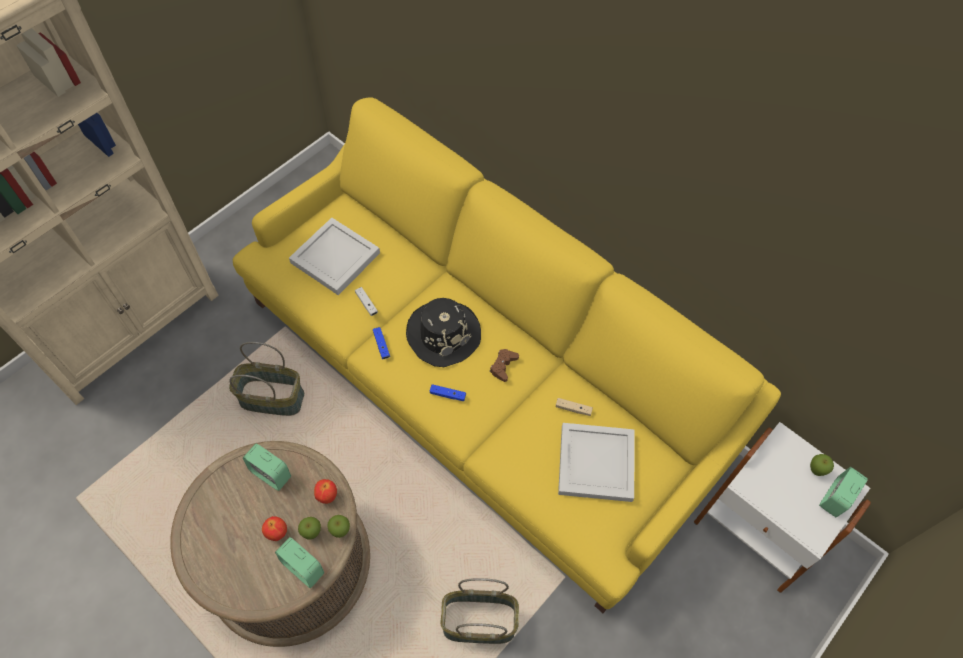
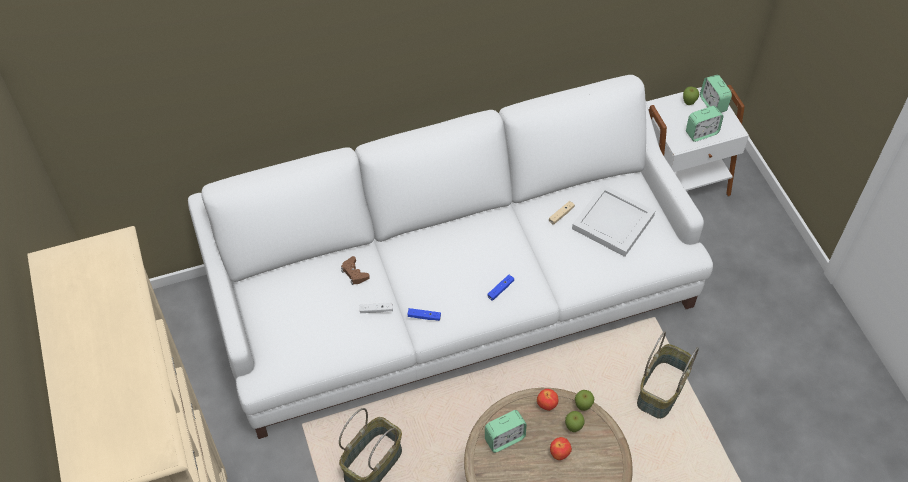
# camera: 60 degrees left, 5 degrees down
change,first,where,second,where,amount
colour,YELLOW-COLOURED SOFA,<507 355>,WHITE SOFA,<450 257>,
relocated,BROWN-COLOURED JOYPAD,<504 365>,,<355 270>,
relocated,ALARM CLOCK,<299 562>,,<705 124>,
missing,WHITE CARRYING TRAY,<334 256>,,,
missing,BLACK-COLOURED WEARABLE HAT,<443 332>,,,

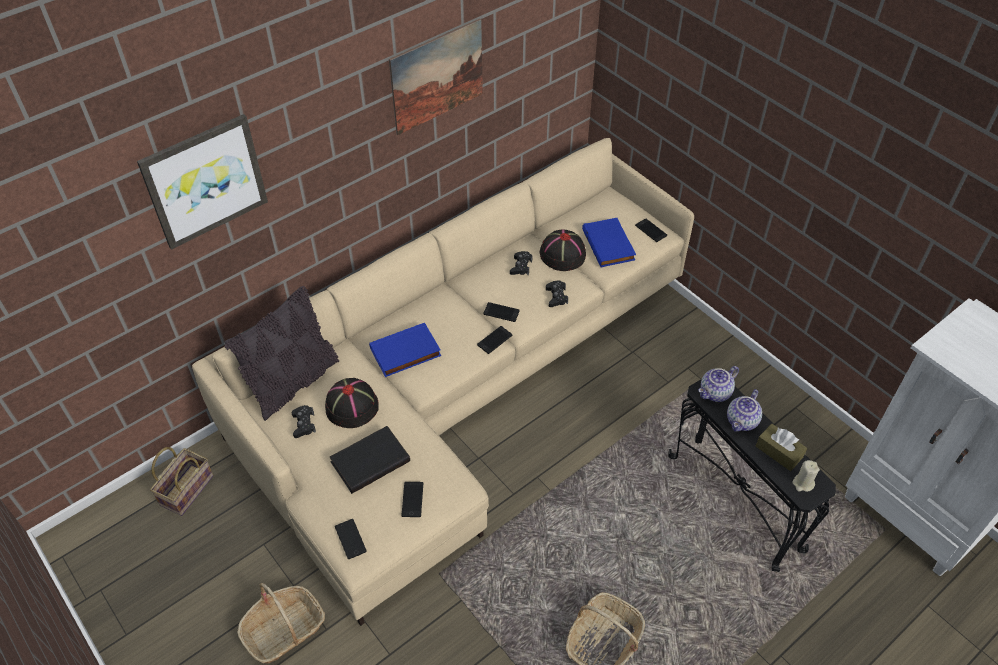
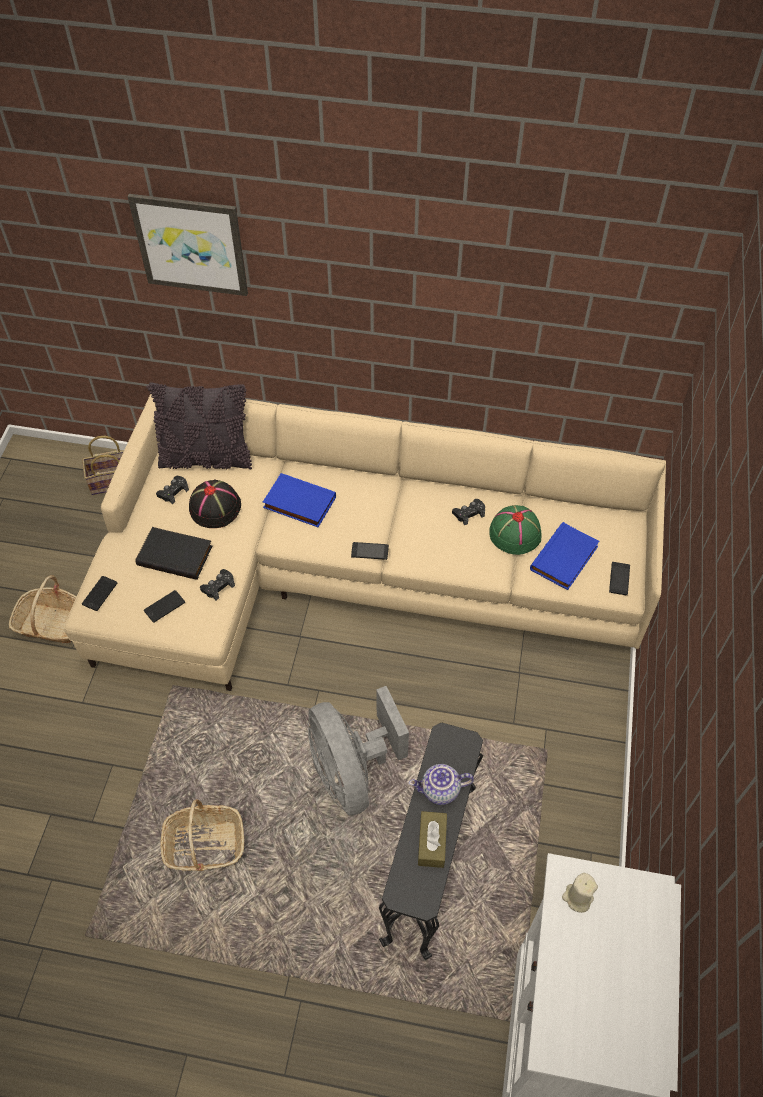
# camera: 50 degrees right, 5 degrees up
change,first,where,second,where,amount
relocated,BLACK-COLOURED JOYPAD,<557 293>,,<217 584>,
appeared,,,GREY ELECTRIC FAN,<358 750>,
colour,BLACK-COLOURED WEARABLE HAT,<563 250>,GREEN-COLOURED WEARABLE HAT,<516 530>,
relocated,BEIGE WAX LIGHT,<806 476>,,<580 893>,
missing,WALL ART,<436 77>,,,
missing,PHONE,<501 312>,,,
missing,TEA POT,<718 384>,,,

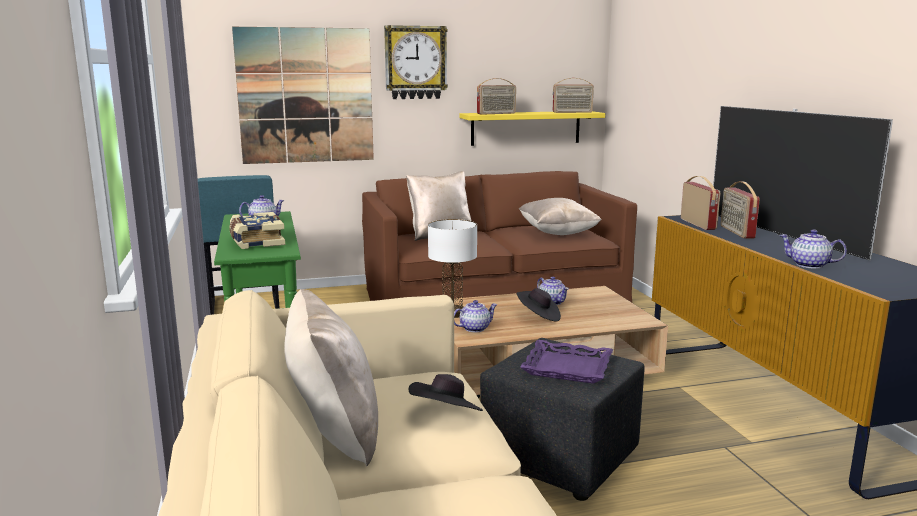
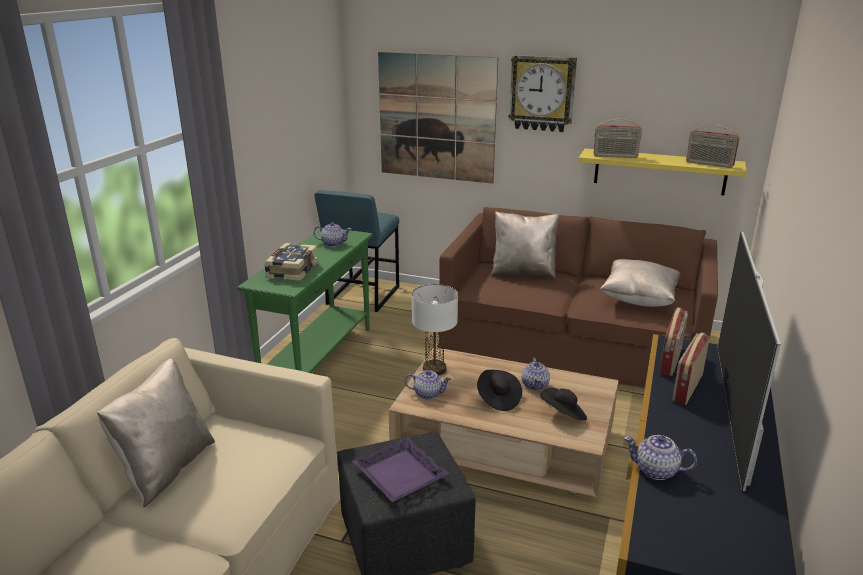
# camera: 35 degrees right, 10 degrees up
change,first,where,second,where,amount
relocated,BLACK-COLOURED WEARABLE HAT,<445 392>,,<563 404>,
spun,TEA POT,<813 249>,,<660 457>,45 degrees counterclockwise

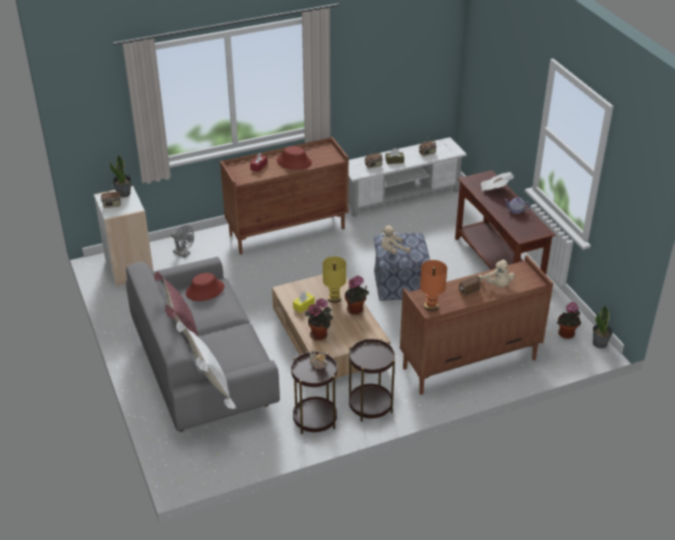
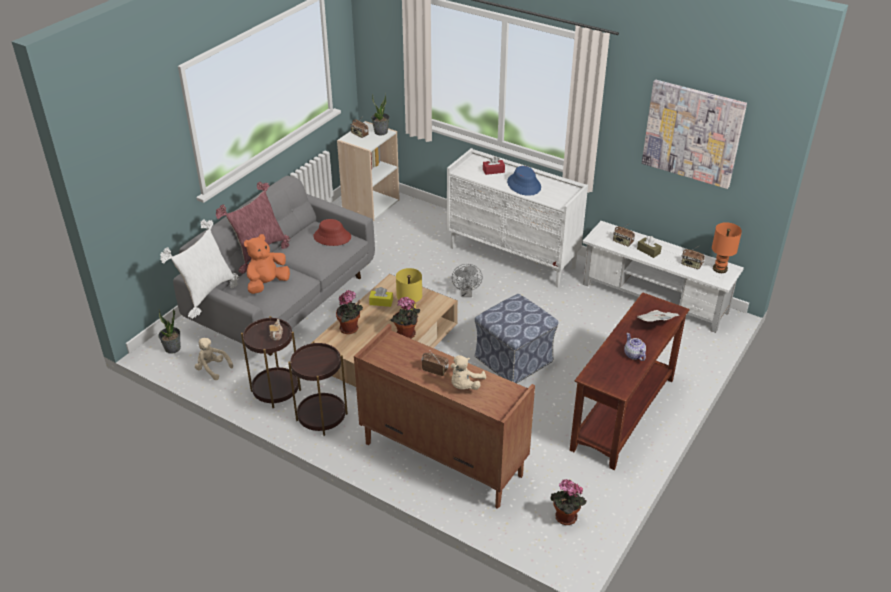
# camera: 55 degrees right, 0 degrees up
change,first,where,second,where,amount
relocated,POTTED PLANT,<603 326>,,<169 331>,
relocated,BEIGE SOFT TOY,<396 239>,,<214 359>,
appeared,,,ORANGE-COLOURED SOFT TOY,<267 264>,
colour,BROWN-COLOURED CABINET,<284 196>,WHITE CABINET,<517 218>,
relocated,GREY ELECTRIC FAN,<182 241>,,<467 280>,
colour,RED-COLOURED WEARABLE HAT,<294 158>,BLUE-COLOURED WEARABLE HAT,<524 181>,
appeared,,,WALL ART,<694 134>,
relocated,ORANGE-COLOURED TABLETOP LAMP,<433 285>,,<727 247>,

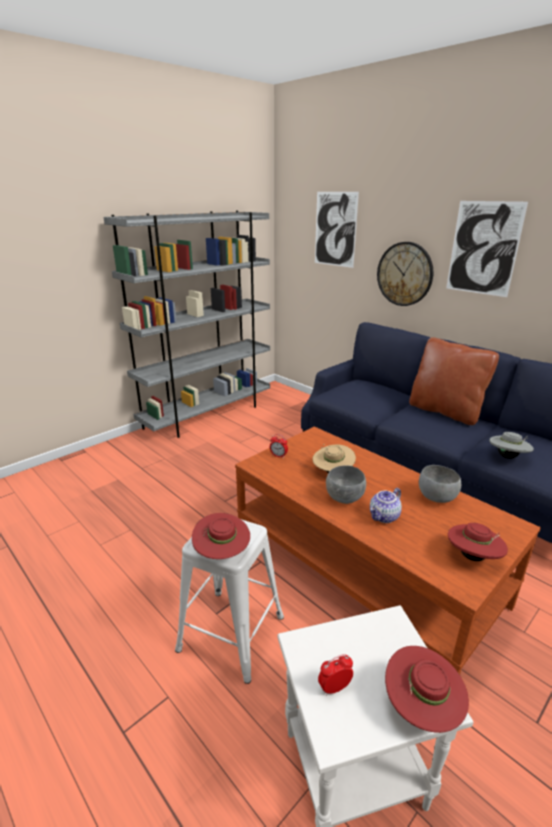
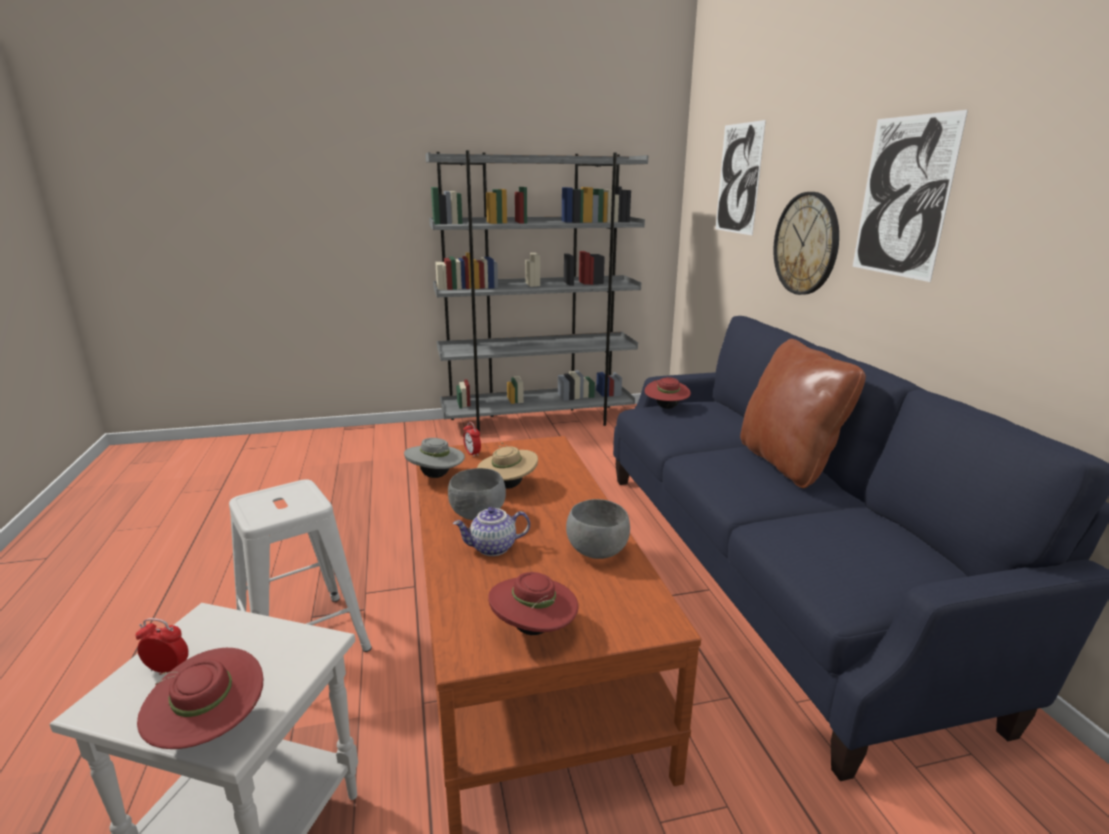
# camera: 30 degrees right, 5 degrees down
change,first,where,second,where,amount
relocated,GREY WEARABLE HAT,<511 445>,,<434 458>,
relocated,RED-COLOURED WEARABLE HAT,<221 536>,,<668 393>,

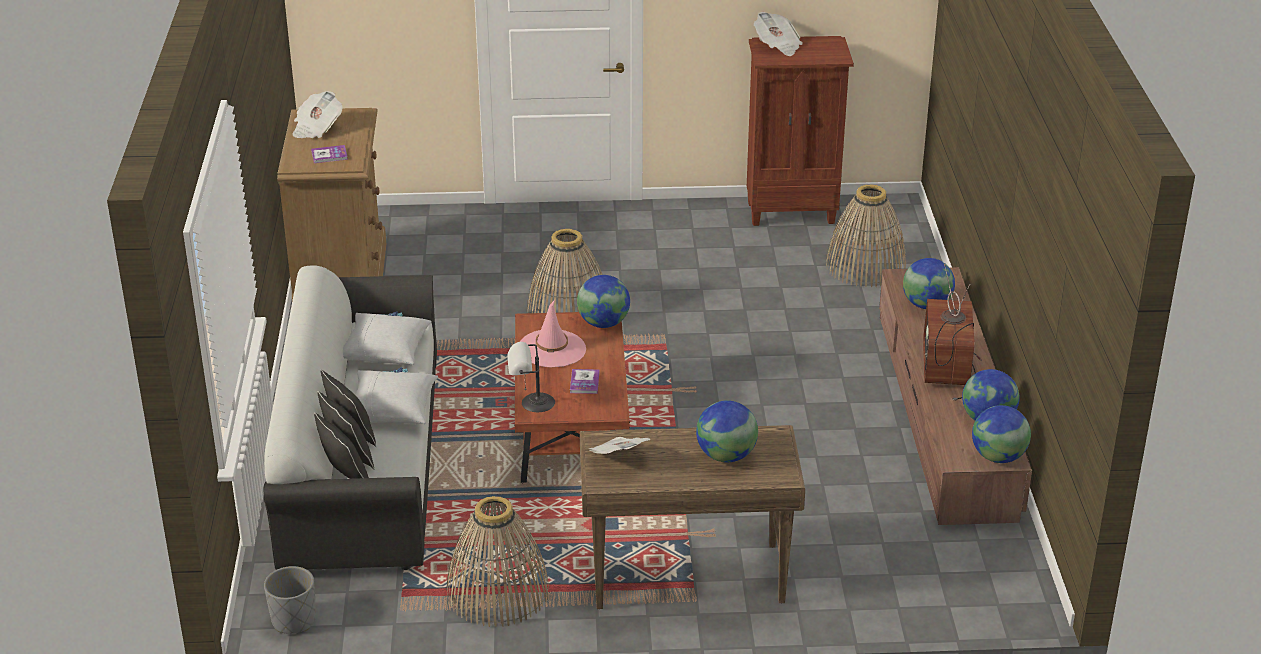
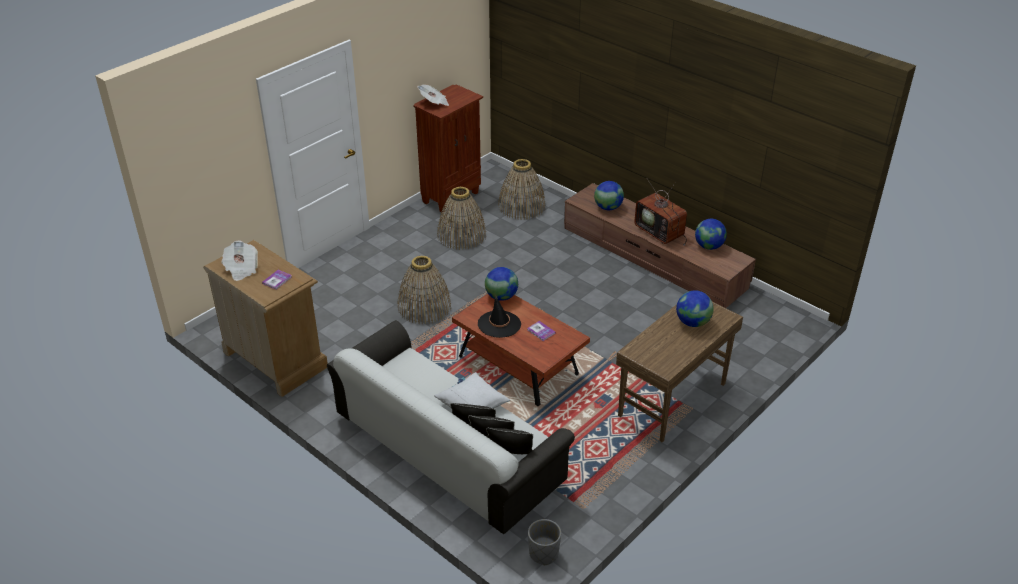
# camera: 45 degrees left, 5 degrees up
change,first,where,second,where,amount
relocated,HOUSEHOLD BASKET,<498 561>,,<461 218>,
colour,PINKISH WEARABLE HAT,<553 334>,BLACK-COLOURED WEARABLE HAT,<499 316>,
missing,GREY THROW PILLOW,<387 338>,,,
missing,TABLETOP LAMP,<531 377>,,,
missing,DAILY PAPER,<619 445>,,,
missing,DESK GLOBE,<1001 434>,,,

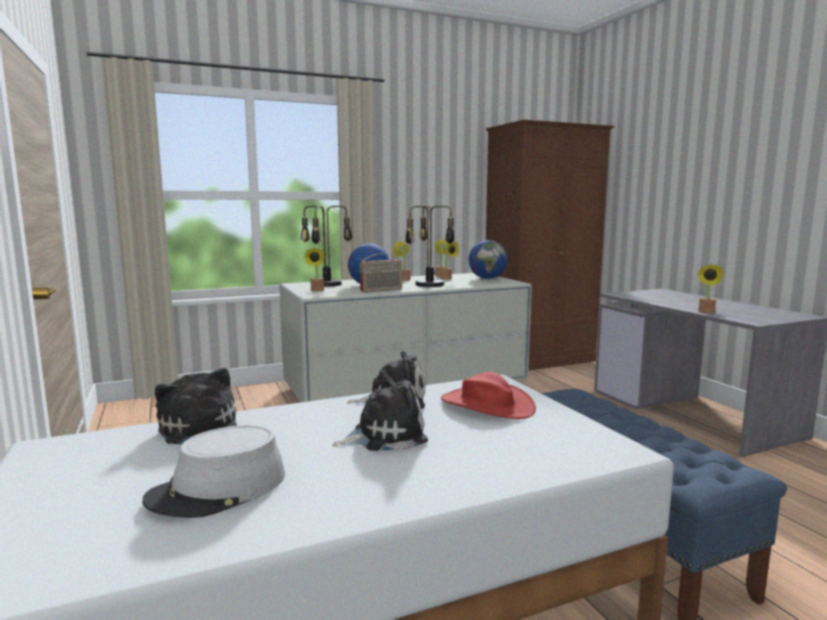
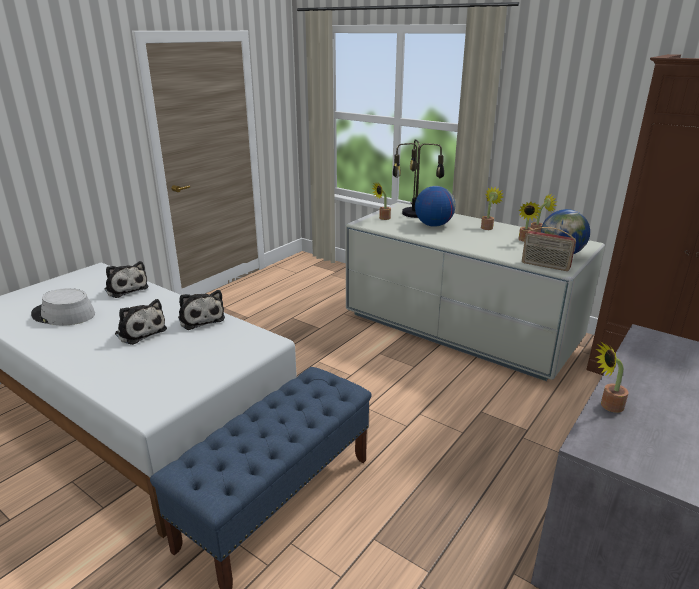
# camera: 60 degrees right, 15 degrees up
change,first,where,second,where,amount
spun,SOFT TOY,<196 406>,,<126 279>,105 degrees clockwise
relocated,RADIO RECEIVER,<381 273>,,<549 249>,
missing,TABLETOP LAMP,<430 246>,,,
missing,RED-COLOURED WEARABLE HAT,<488 395>,,,

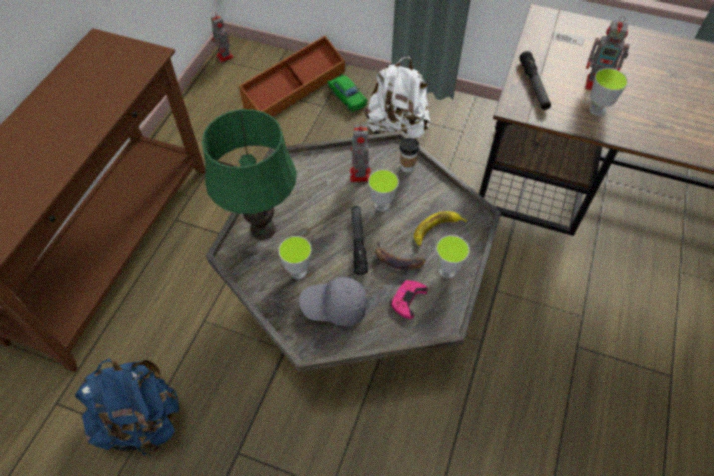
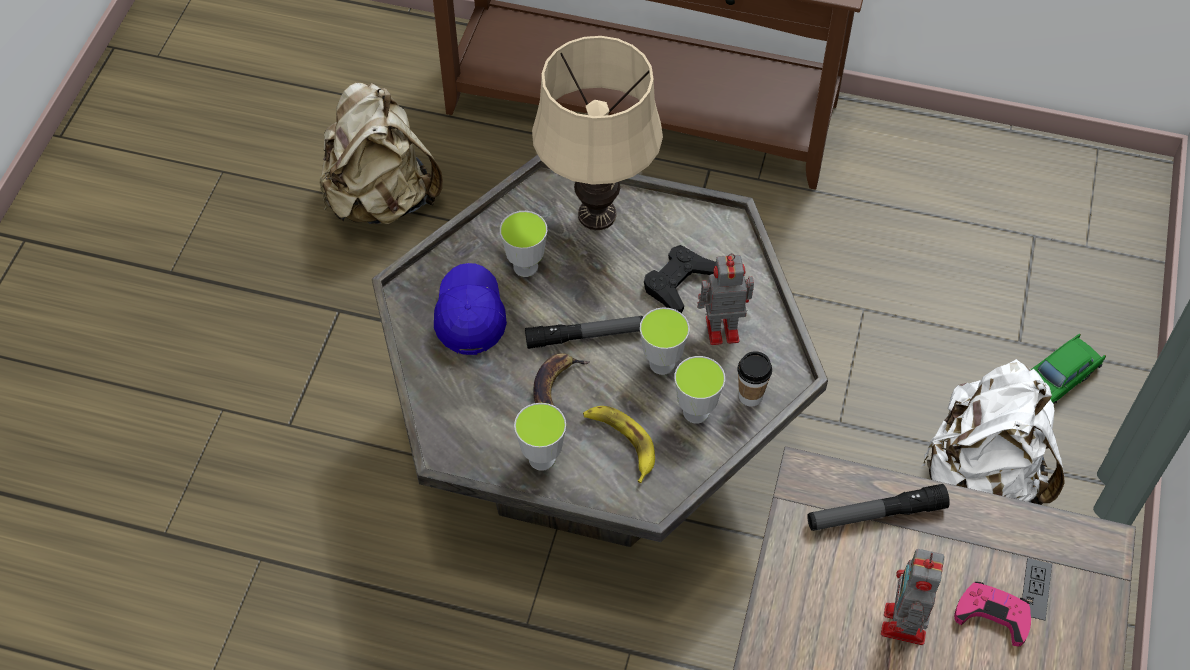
# camera: 85 degrees right, 0 degrees up
change,first,where,second,where,amount
colour,BLUE-COLOURED RUCKSACK,<127 407>,BEIGE RUCKSACK,<381 153>,
colour,GREY PEAKED CAP,<333 301>,BLUE-COLOURED PEAKED CAP,<470 309>,
colour,GREEN-COLOURED TABLETOP LAMP,<249 174>,BEIGE TABLETOP LAMP,<597 133>,
appeared,,,BLACK-COLOURED JOYPAD,<680 279>,
relocated,SMALL CUP,<608 92>,,<699 390>,
relocated,PINKISH JOYPAD,<409 299>,,<992 614>,
missing,TOY ROBOT,<222 37>,,,
missing,BROWN-COLOURED STORAGE BIN,<292 76>,,,

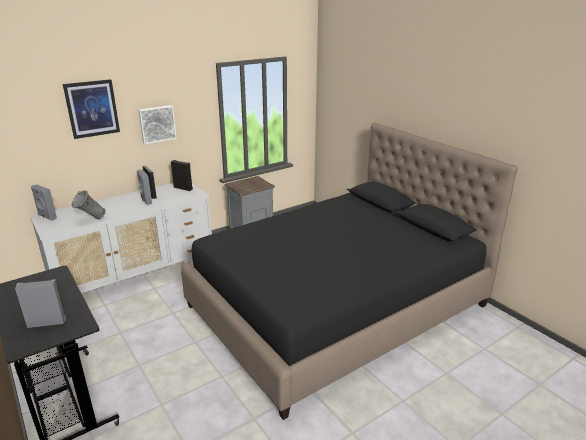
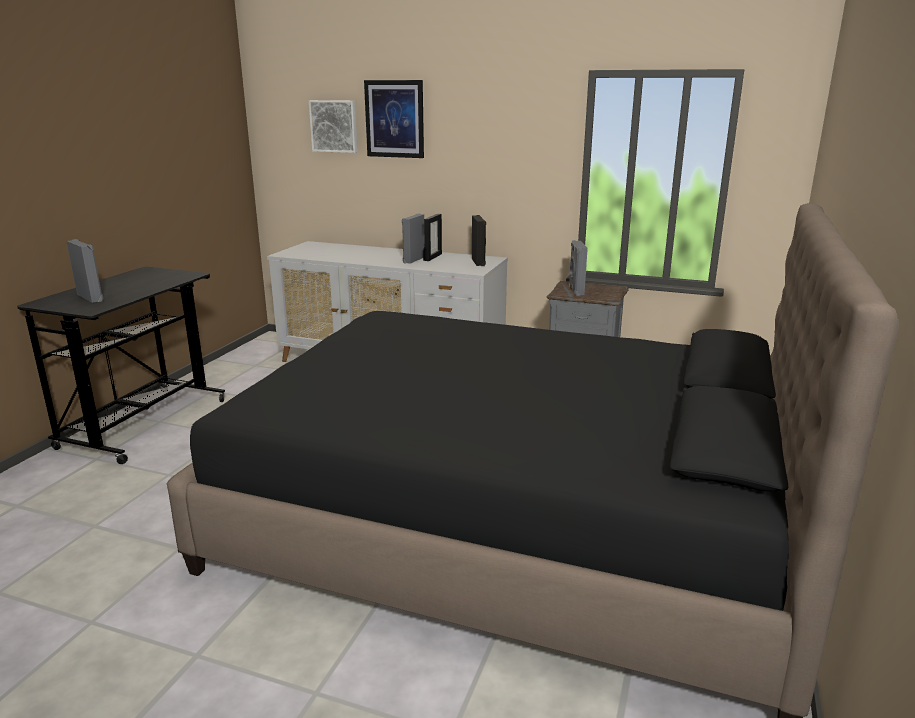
# camera: 55 degrees right, 5 degrees down
change,first,where,second,where,amount
relocated,WALL ART,<157 124>,,<333 126>,
relocated,GREY SPEAKER,<44 202>,,<578 268>,
missing,GREY FLOWER VASE,<88 205>,,,

